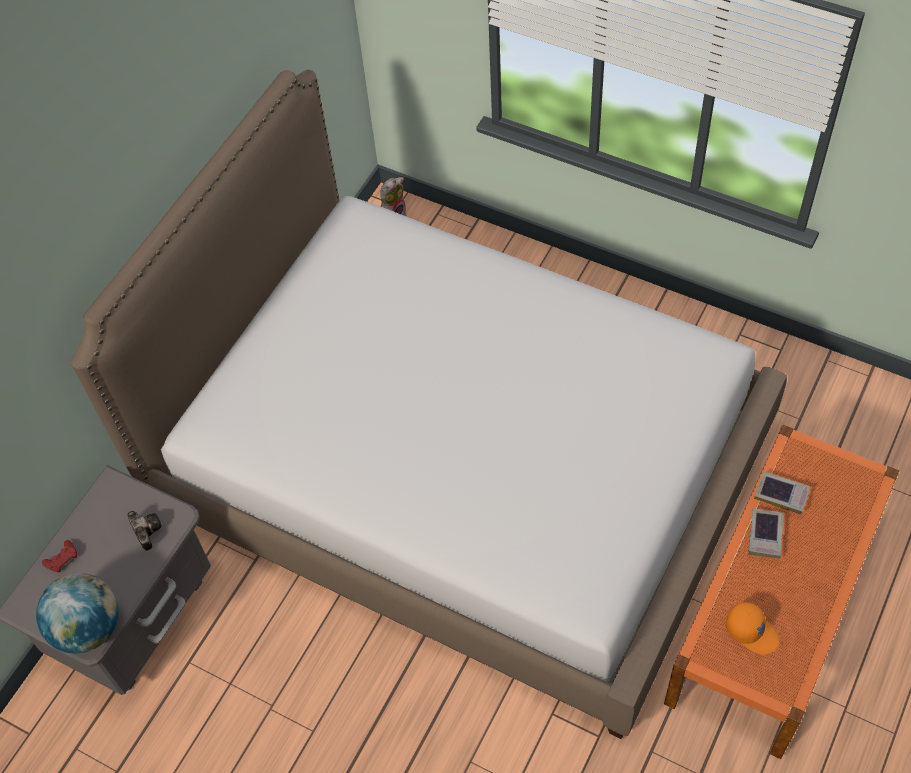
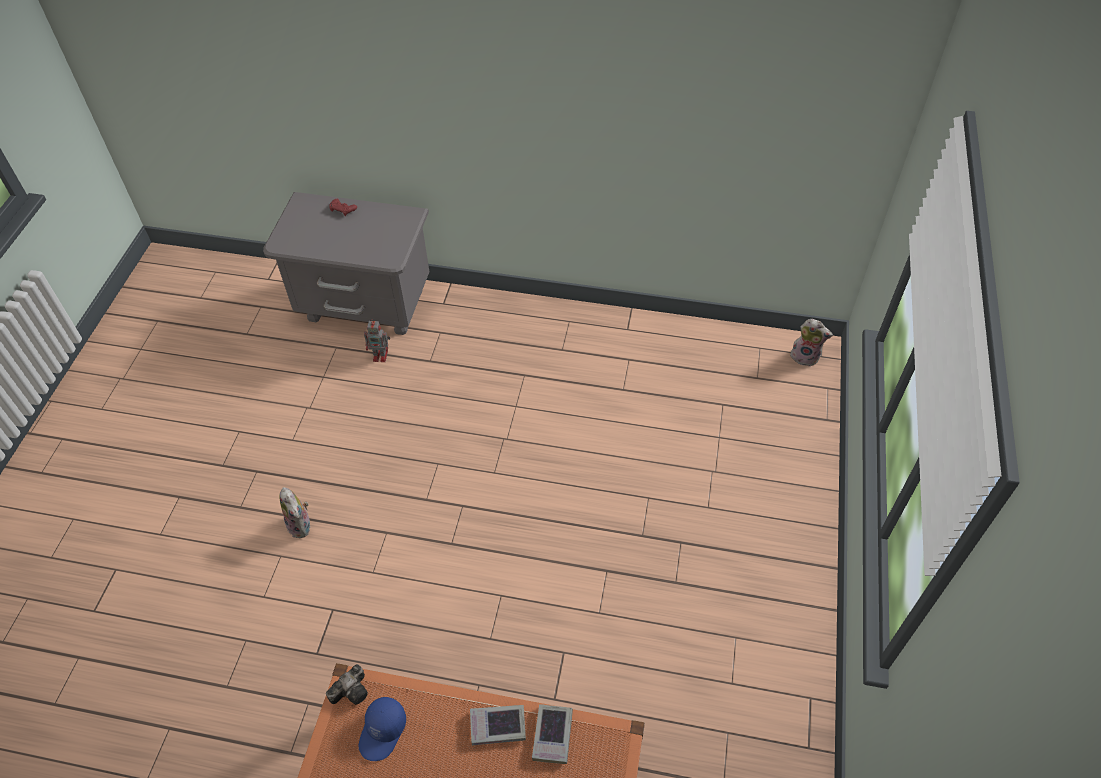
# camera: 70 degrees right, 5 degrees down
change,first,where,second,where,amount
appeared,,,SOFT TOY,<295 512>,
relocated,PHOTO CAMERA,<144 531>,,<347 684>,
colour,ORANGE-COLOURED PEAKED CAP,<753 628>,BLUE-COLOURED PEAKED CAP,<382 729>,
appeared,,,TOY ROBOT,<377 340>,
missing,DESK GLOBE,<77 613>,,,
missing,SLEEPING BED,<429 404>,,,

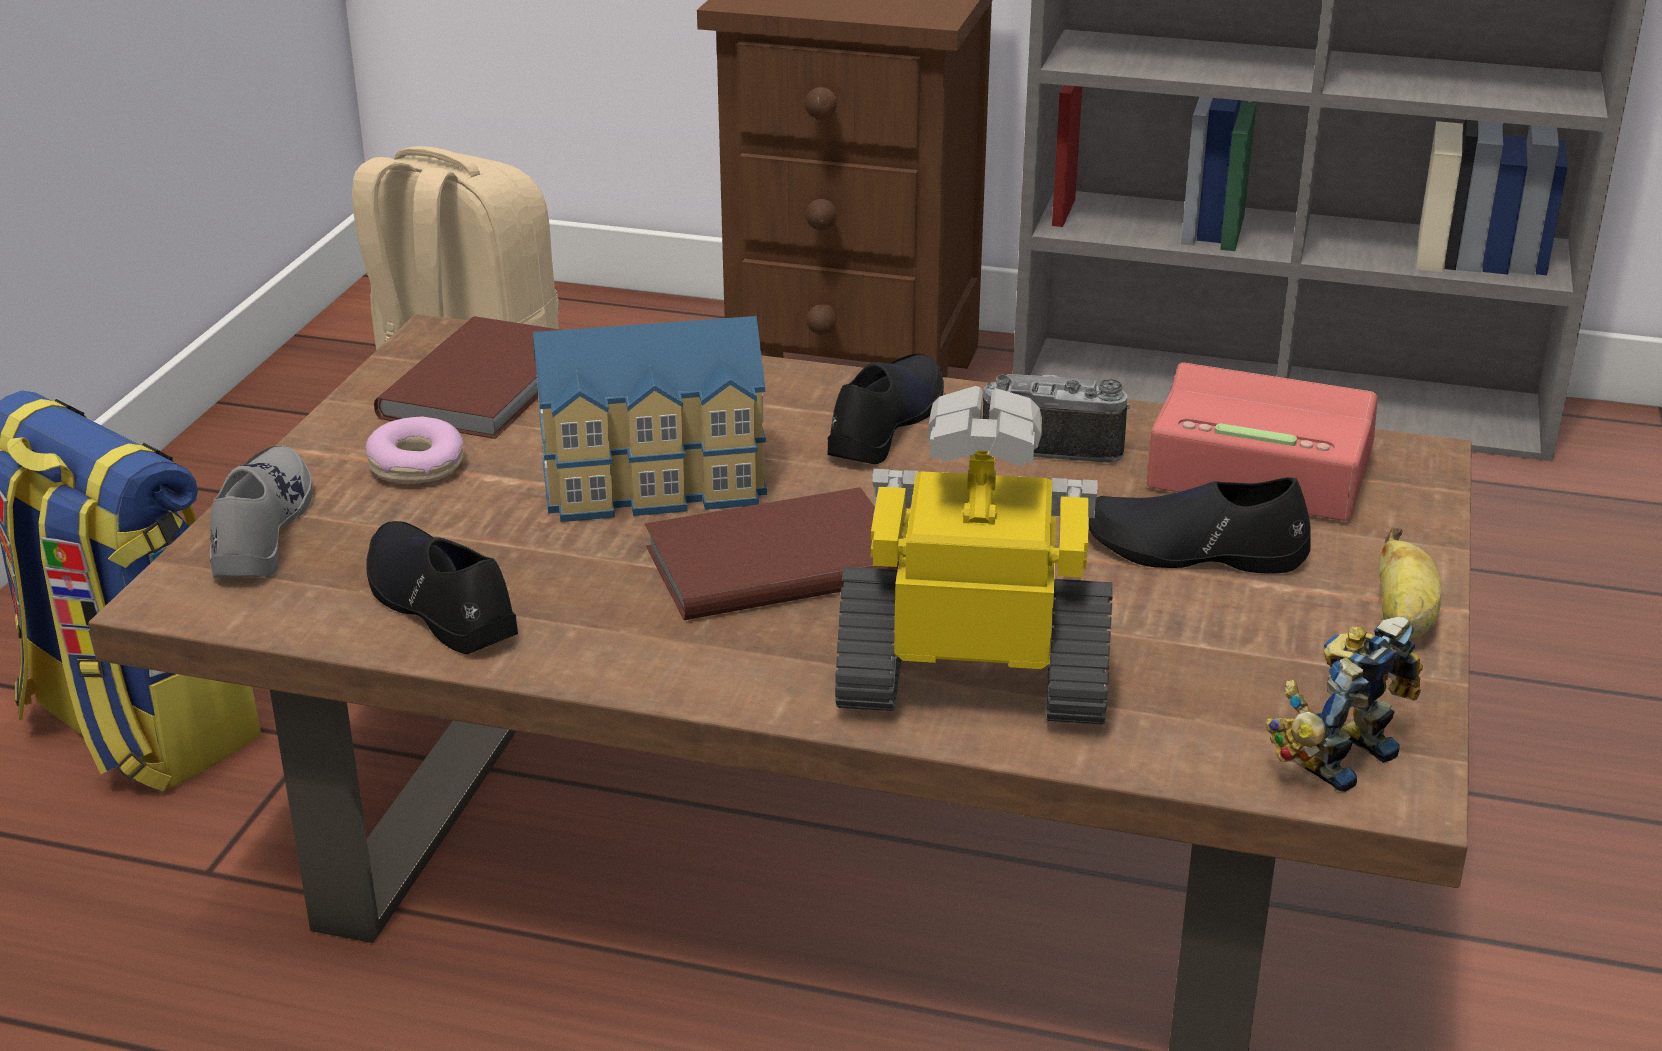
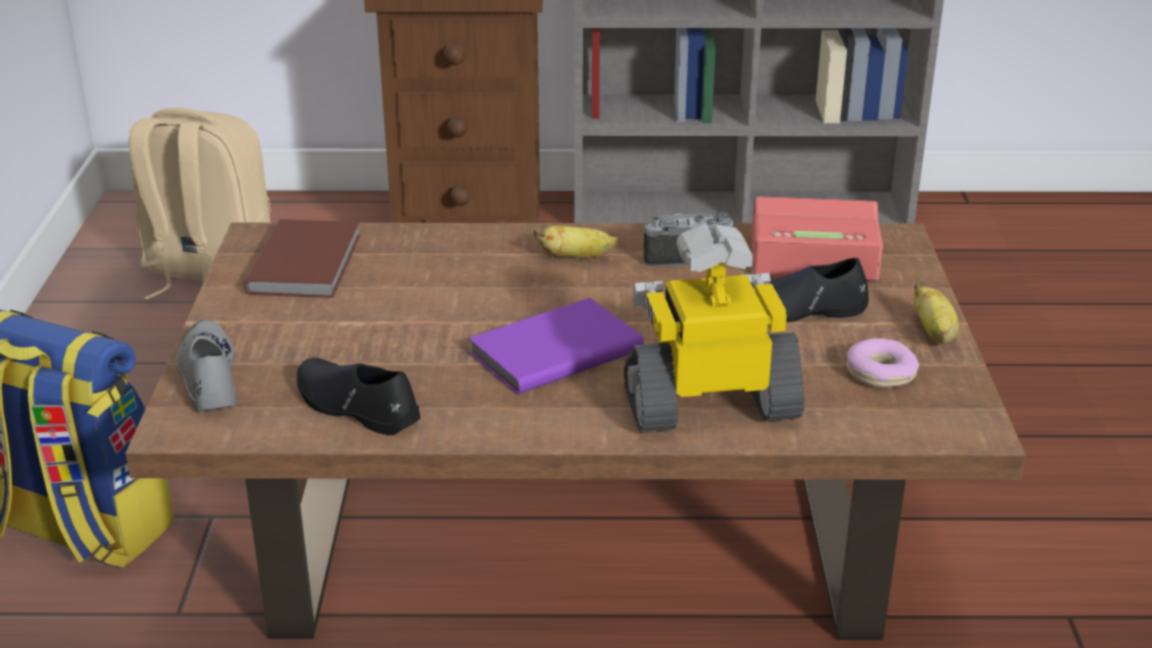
# camera: 15 degrees left, 0 degrees up
change,first,where,second,where,amount
colour,BROWN-COLOURED VOLUME,<772 553>,PURPLISH VOLUME,<556 346>,
exchanged,BLACK-COLOURED LOW SHOE,<886 409>,BANANA FRUIT,<576 241>,
relocated,DONUT,<415 450>,,<883 363>,
missing,TOY HOUSE,<650 418>,,,
missing,TOY ROBOT,<1344 704>,,,

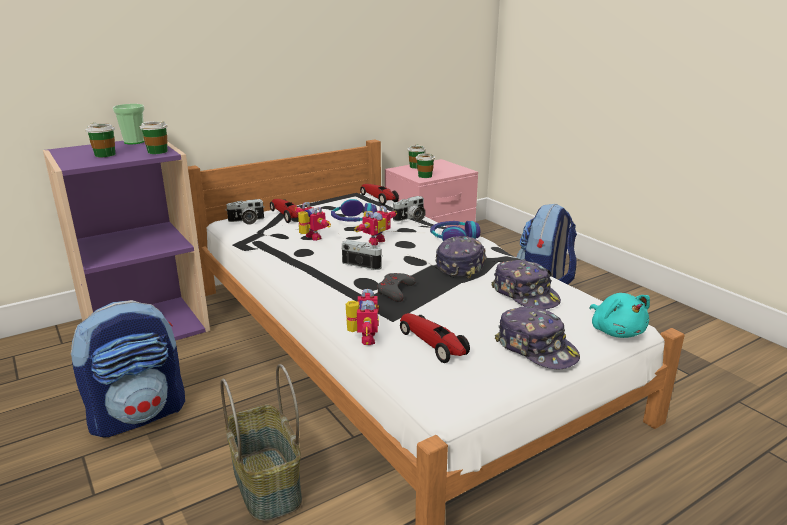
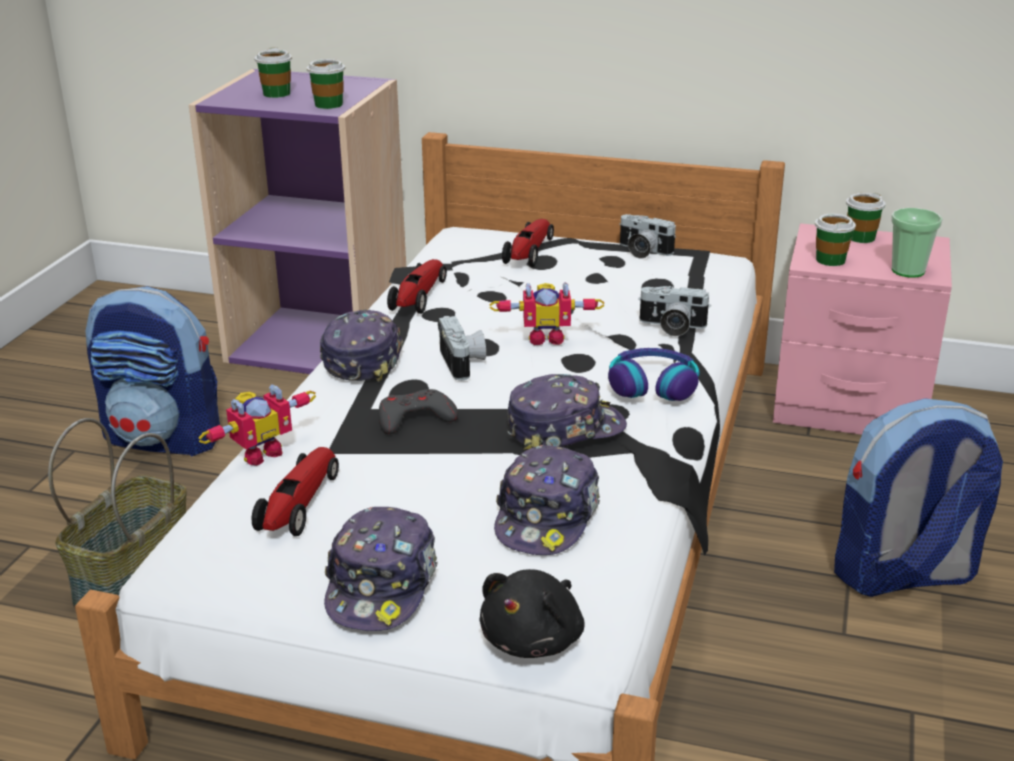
# camera: 50 degrees right, 5 degrees up
change,first,where,second,where,amount
appeared,,,PEAKED CAP,<362 346>,
relocated,MINIATURE CAR,<379 194>,,<417 286>,
colour,BLUE-GREEN SOFT TOY,<619 315>,BLACK-COLOURED SOFT TOY,<531 613>,
relocated,PHOTO CAMERA,<245 212>,,<647 236>,
relocated,SMALL CUP,<129 124>,,<916 243>,
missing,TOY ROBOT,<313 221>,,,
missing,HEADSET,<354 210>,,,

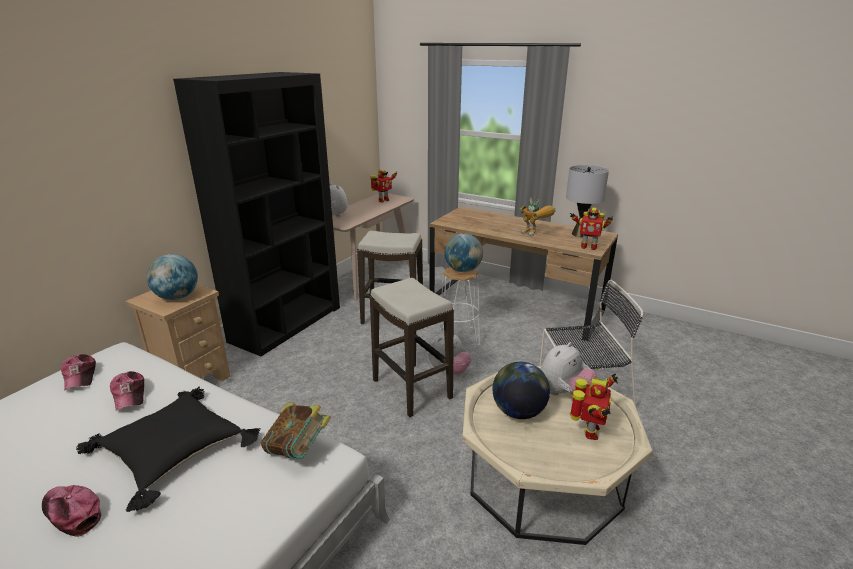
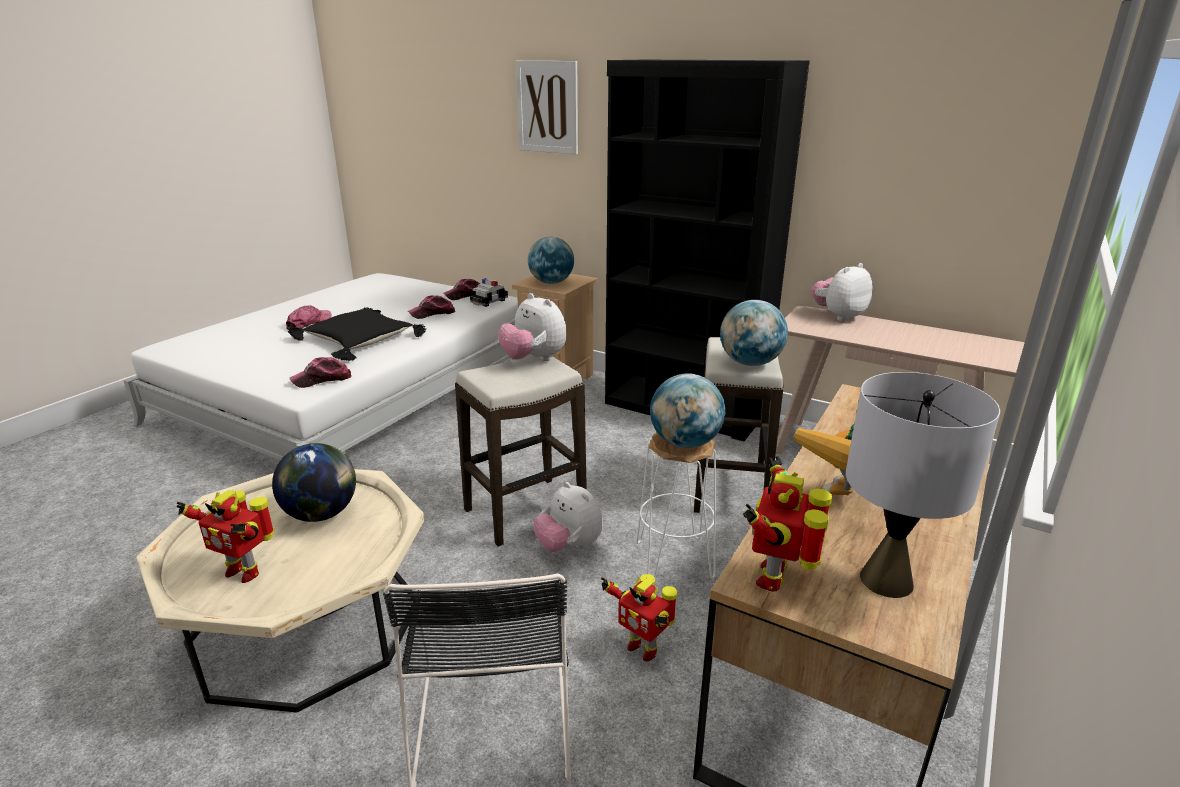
# camera: 90 degrees right, 0 degrees up
change,first,where,second,where,amount
exchanged,VOLUME,<296 430>,PEAKED CAP,<321 372>,
appeared,,,MINIATURE CAR,<489 292>,
relocated,SOFT TOY,<568 368>,,<532 327>,
appeared,,,WALL ART,<547 107>,
relocated,TOY ROBOT,<383 186>,,<639 617>,
appeared,,,DESK GLOBE,<754 333>,

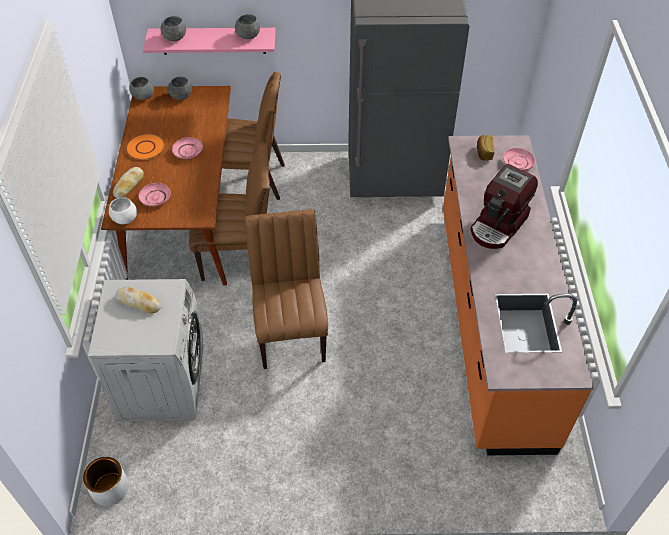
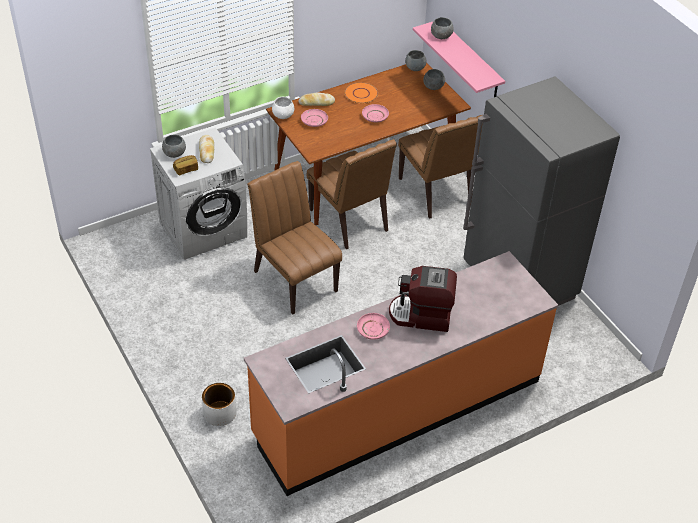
# camera: 60 degrees right, 5 degrees down
change,first,where,second,where,amount
relocated,GREY BOWL,<247 26>,,<174 146>,
relocated,BREAD,<485 148>,,<185 165>,
relocated,WHITE PLANT POT,<106 481>,,<219 404>,
spun,BROWN-COLOURED UPRIGHT CHAIR,<286 289>,,<294 238>,90 degrees counterclockwise
relocated,PINKISH FLAT DISH,<519 159>,,<373 326>,

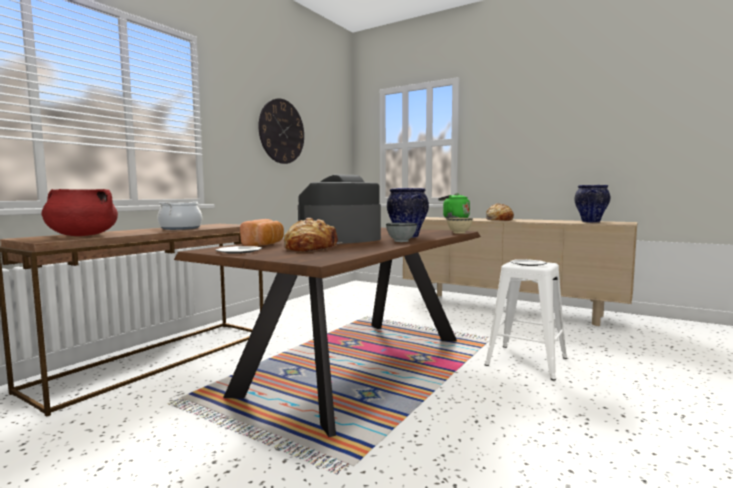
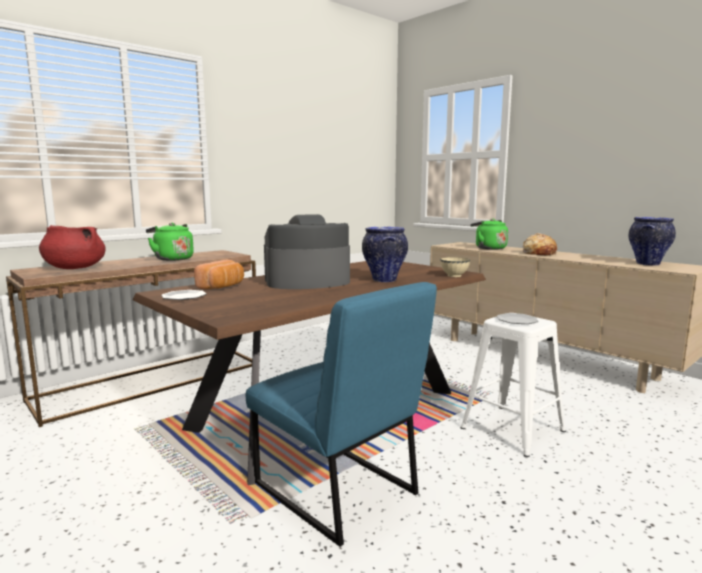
# camera: 15 degrees right, 5 degrees up
change,first,where,second,where,amount
exchanged,SAUCEPOT,<179 216>,GREEN-COLOURED TEA KETTLE,<170 242>,
appeared,,,BLUE-COLOURED UPRIGHT CHAIR,<341 414>,
missing,HANGING CLOCK,<281 131>,,,
missing,BREAD,<313 235>,,,
missing,GREY BOWL,<401 232>,,,

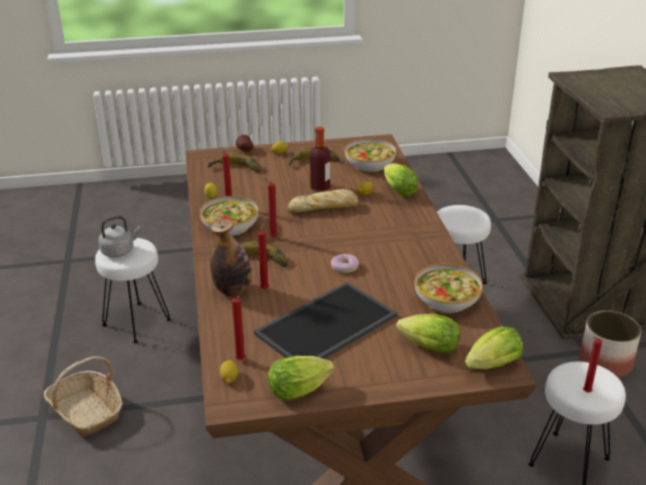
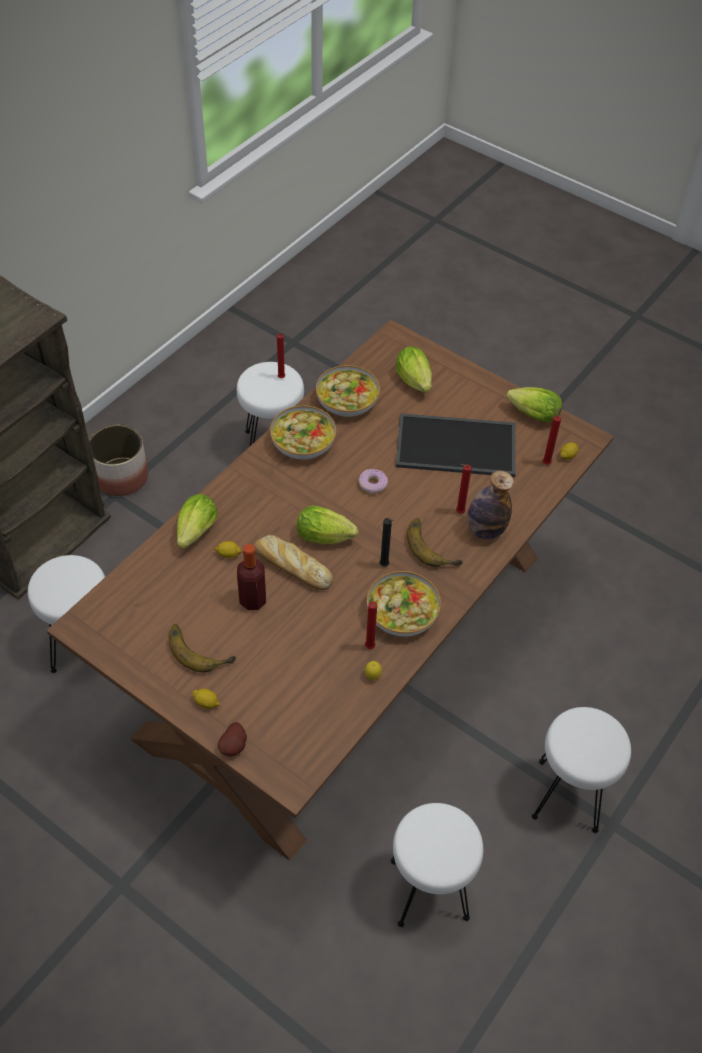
# camera: 135 degrees left, 20 degrees up
change,first,where,second,where,amount
relocated,BOWL,<370 155>,,<303 433>,
relocated,LETTUCE HEAD,<494 348>,,<327 524>,
colour,RED-COLOURED WAX LIGHT,<271 208>,BLACK-COLOURED WAX LIGHT,<386 542>,
exchanged,HOUSEHOLD BASKET,<83 396>,WHITE SITTING STOOL,<581 770>,
missing,GREY TEA KETTLE,<119 236>,,,
missing,BANANA FRUIT,<234 163>,,,

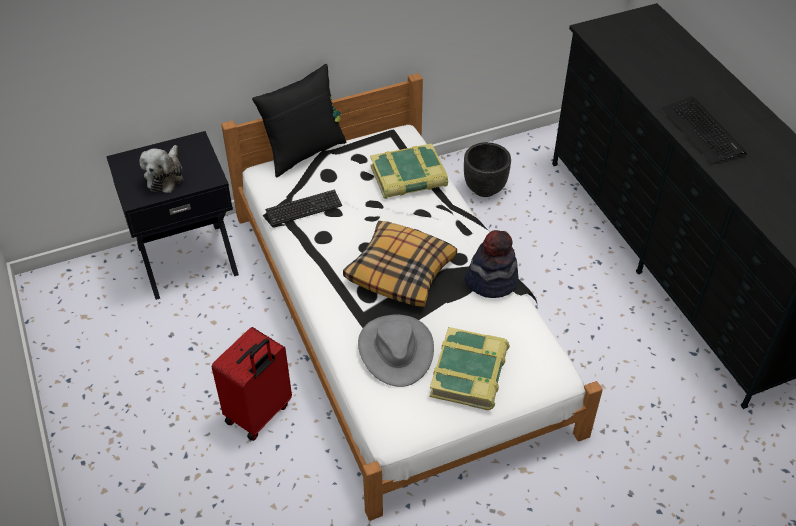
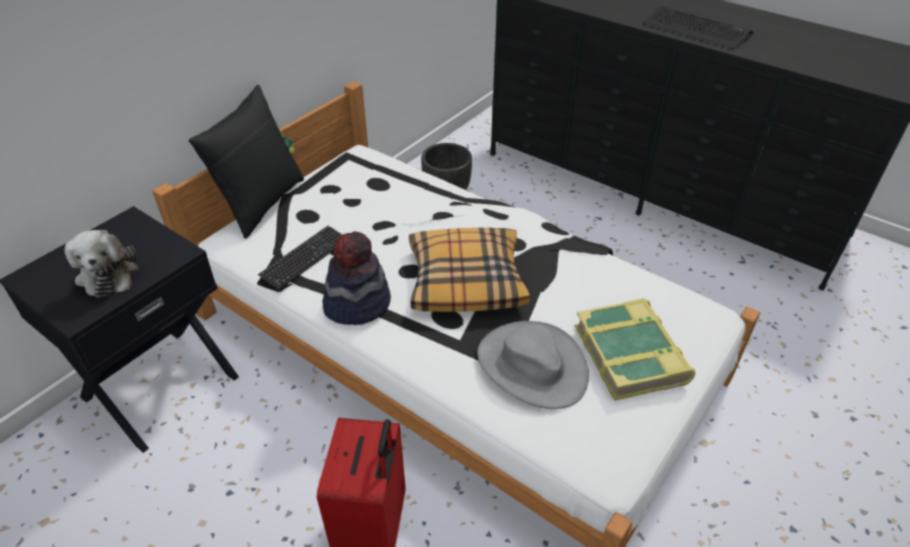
# camera: 30 degrees left, 5 degrees down
change,first,where,second,where,amount
relocated,WEARABLE HAT,<491 264>,,<357 278>,
missing,VOLUME,<409 171>,,,

